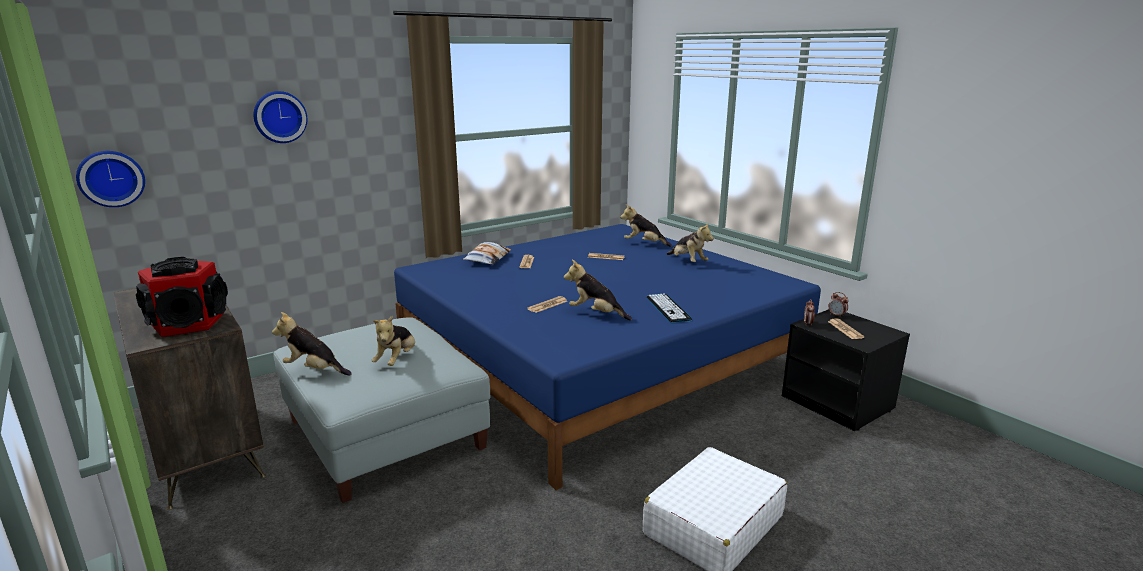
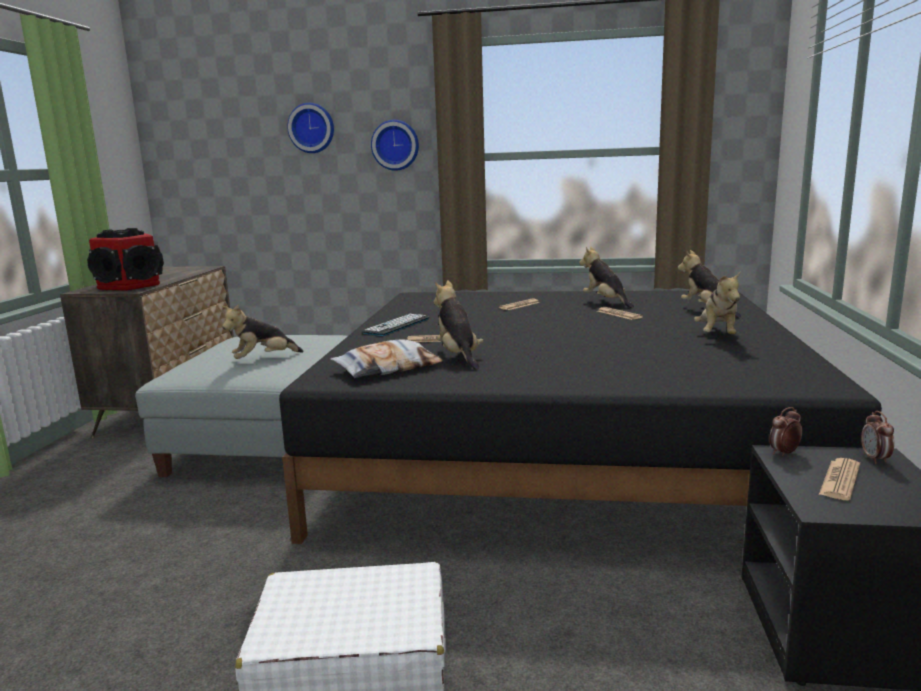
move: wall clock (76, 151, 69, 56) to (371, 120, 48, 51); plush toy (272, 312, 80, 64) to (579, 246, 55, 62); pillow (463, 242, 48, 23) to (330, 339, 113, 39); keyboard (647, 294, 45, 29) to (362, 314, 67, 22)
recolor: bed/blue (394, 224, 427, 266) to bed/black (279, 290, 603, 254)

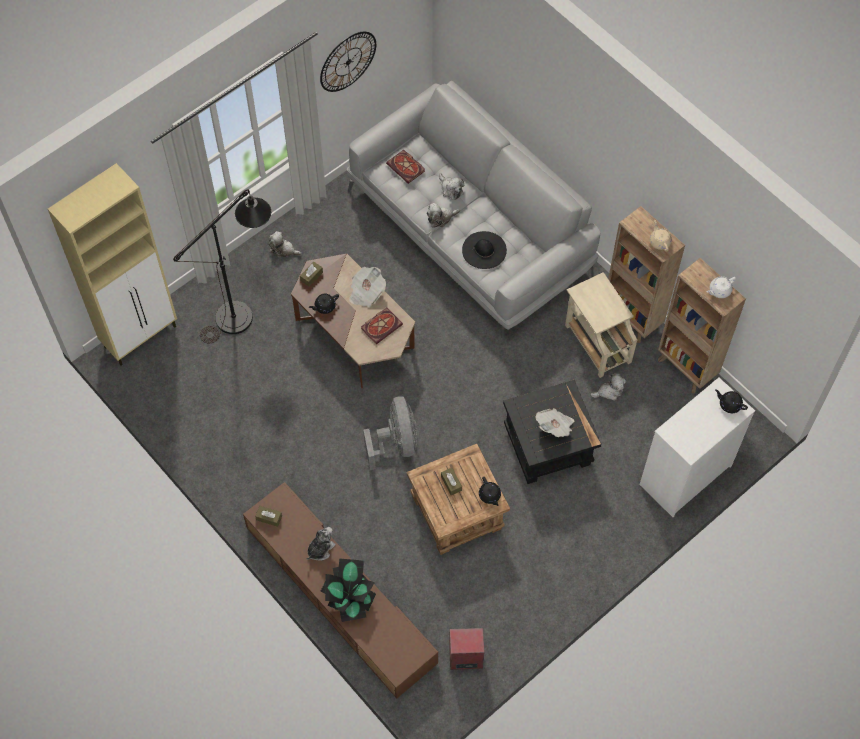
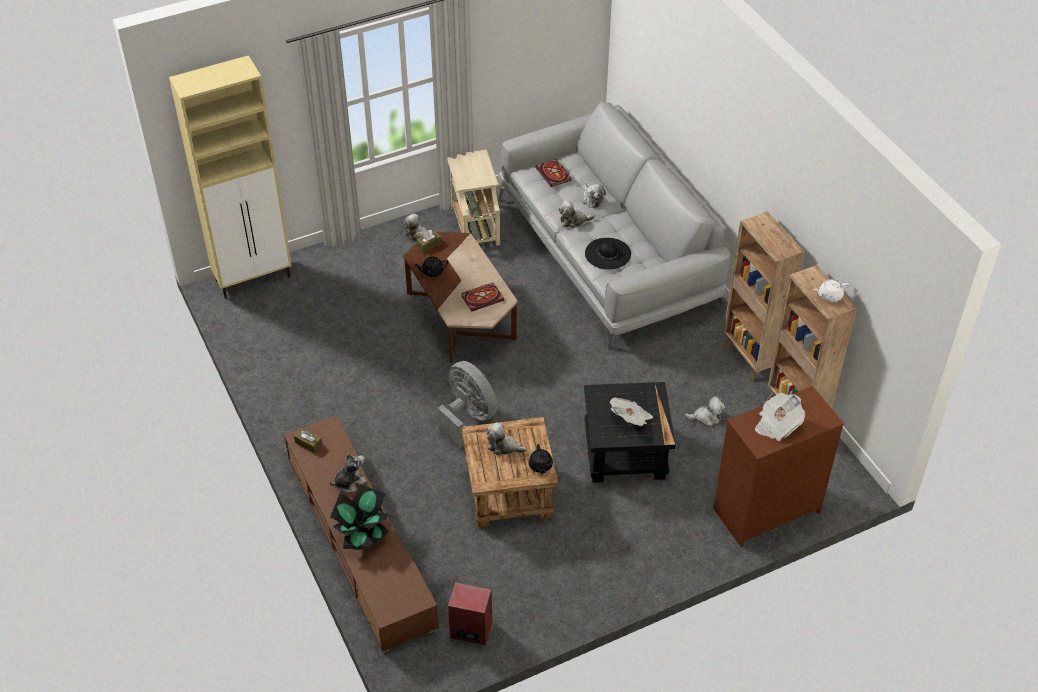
delete: floor lamp/black (173, 189, 98, 154); wall clock (320, 32, 56, 60); teapot/beige (650, 220, 22, 31); teapot/black (715, 389, 33, 24)
move: newspaper (349, 267, 37, 41) to (755, 393, 50, 48); side table/beige (565, 272, 72, 106) to (447, 149, 53, 97)
replace: tissue box/brown (441, 468, 21, 27) to plush toy (487, 422, 40, 33)
recolor: dresser/white (639, 377, 116, 140) to dresser/brown (713, 386, 131, 161)
rotate: fan/grey (363, 396, 54, 74) = (438, 361, 59, 88) 45 degrees counterclockwise

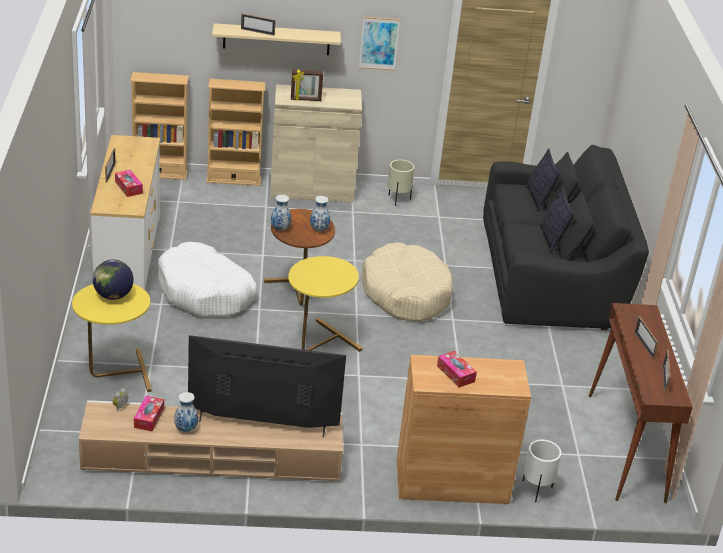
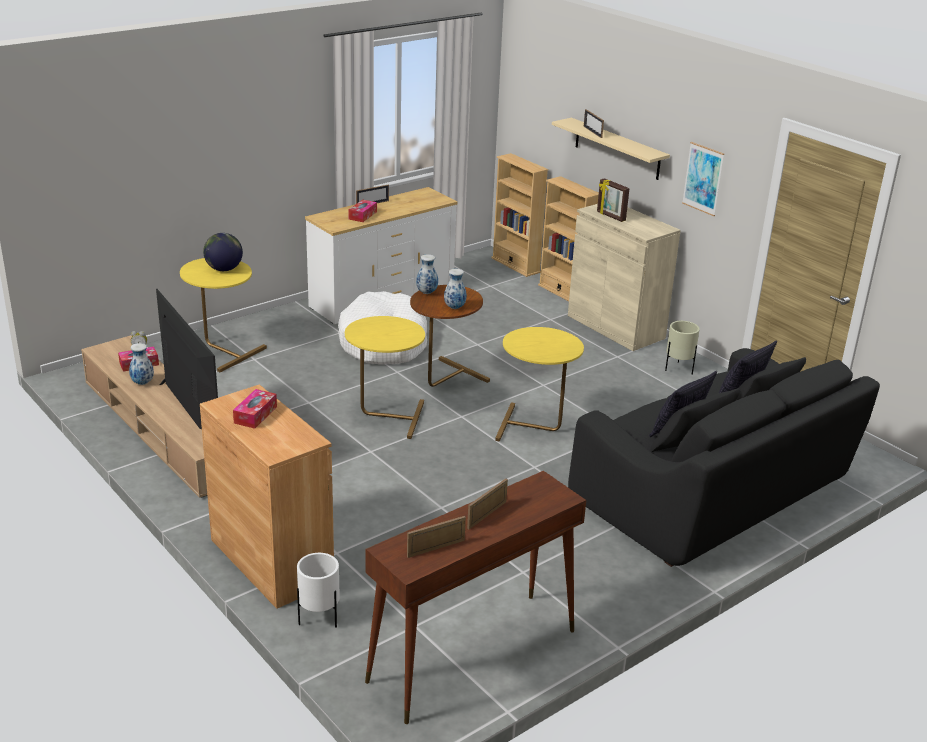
replace: dog bed/beige (362, 242, 91, 80) to side table/yellow (495, 327, 89, 115)

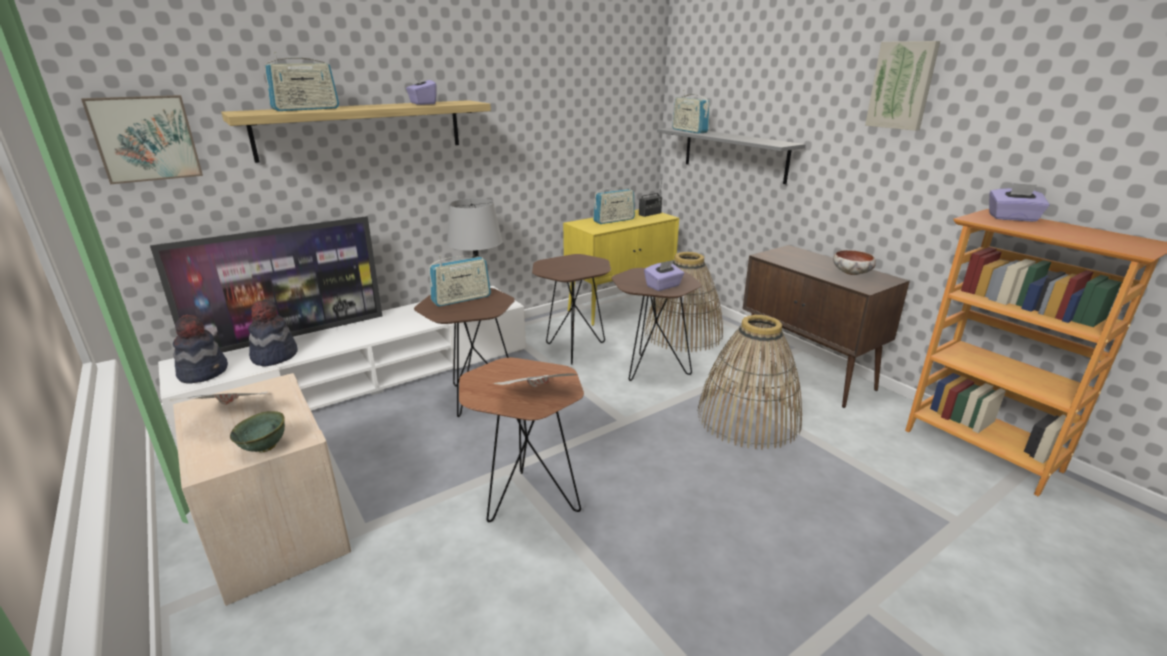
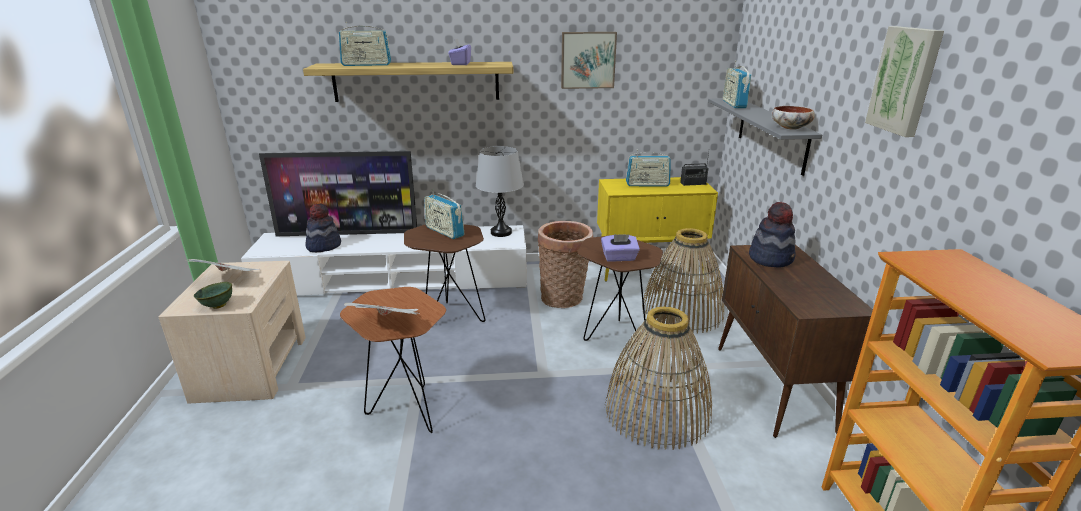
delete: tissue box/purple (989, 183, 61, 39)
move: picture (81, 95, 122, 89) to (561, 32, 56, 57); hat (173, 315, 55, 69) to (749, 202, 47, 65); bowl (833, 250, 43, 25) to (772, 106, 43, 24)
replace: side table/brown (532, 254, 79, 111) to basket (538, 221, 55, 87)
rotate: radio (429, 255, 62, 52) = (424, 189, 40, 50) 45 degrees clockwise

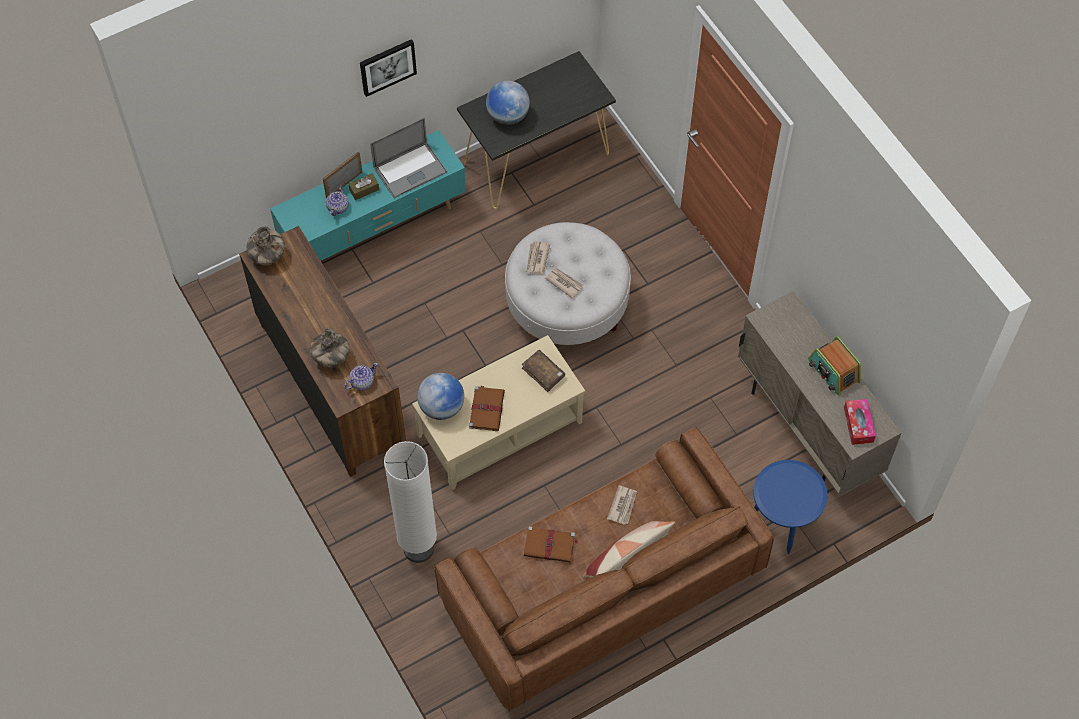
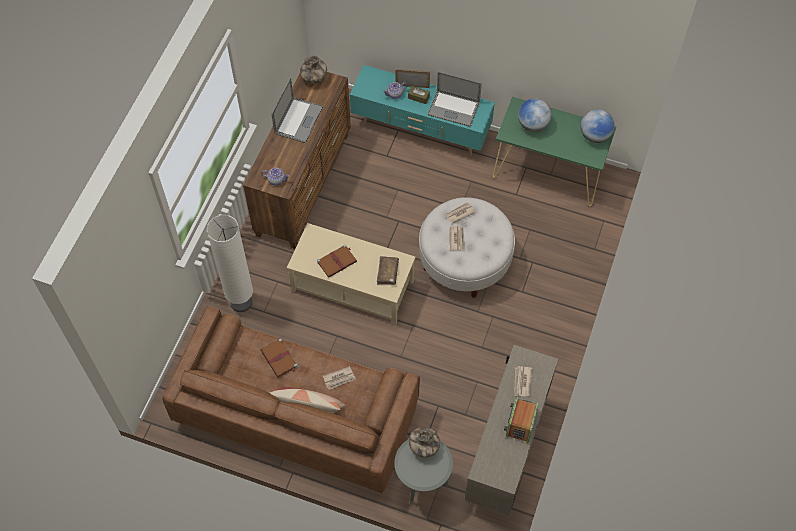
delete: picture (360, 39, 57, 58); tissue box (844, 399, 32, 46)
insert: laptop (271, 78, 52, 65); newspaper (514, 366, 18, 31)
move: vase (310, 327, 40, 41) to (409, 427, 31, 31); globe (417, 373, 47, 47) to (580, 109, 35, 34)
recolor: console table/black (457, 51, 159, 158) to console table/green (493, 97, 124, 110); side table/blue (753, 460, 74, 94) to side table/grey (394, 439, 59, 64)

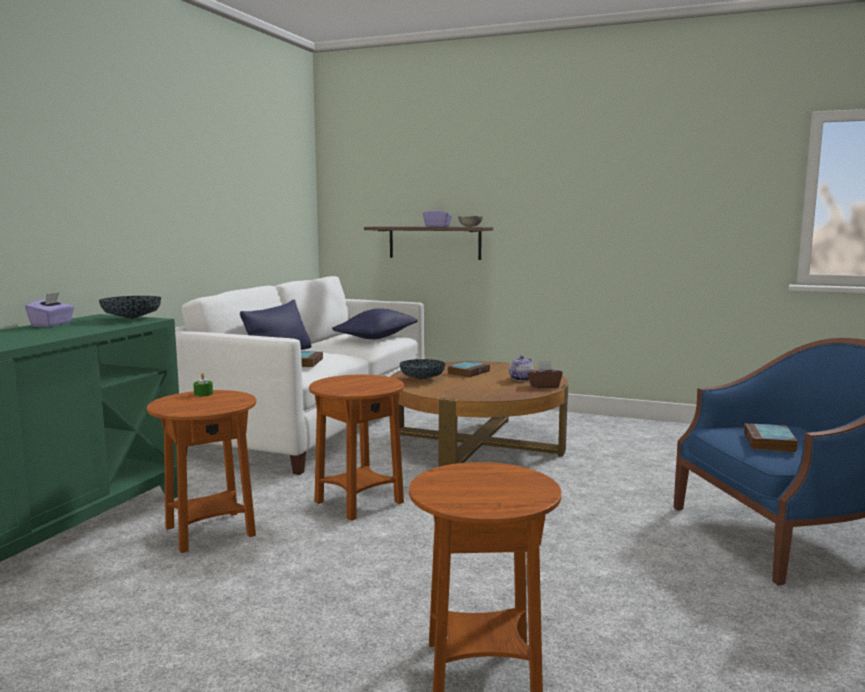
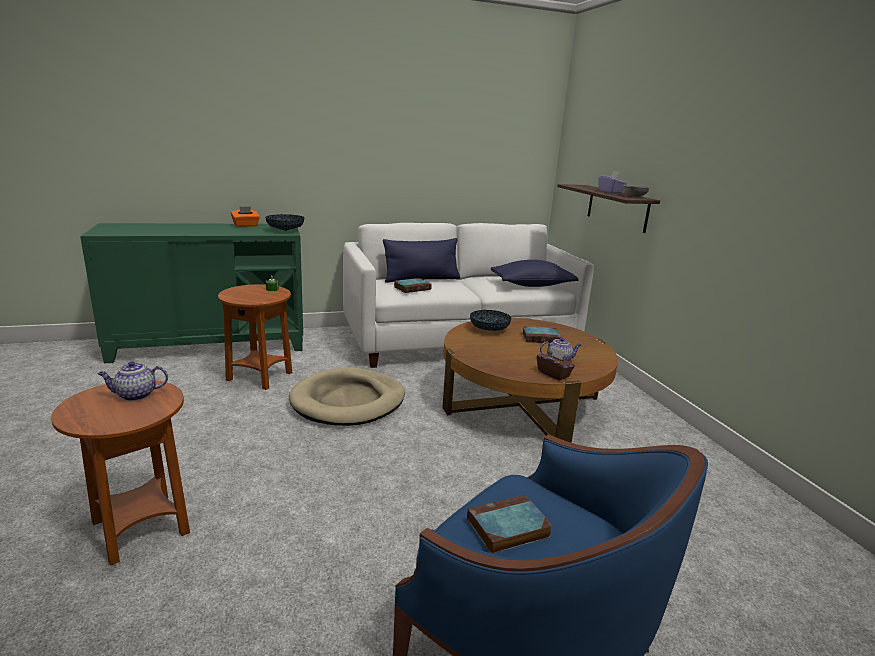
insert: teapot (98, 361, 70, 40)
replace: side table/brown (309, 375, 95, 146) to dog bed/beige (289, 367, 116, 59)
recolor: tissue box/purple (25, 292, 50, 35) to tissue box/orange (231, 207, 29, 20)

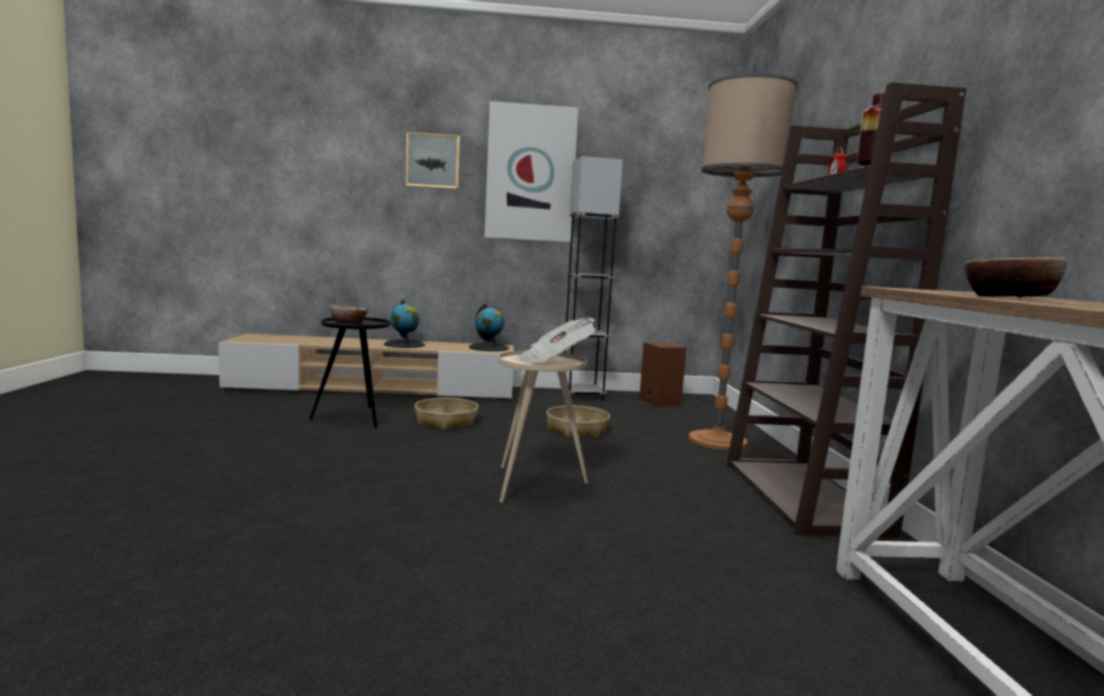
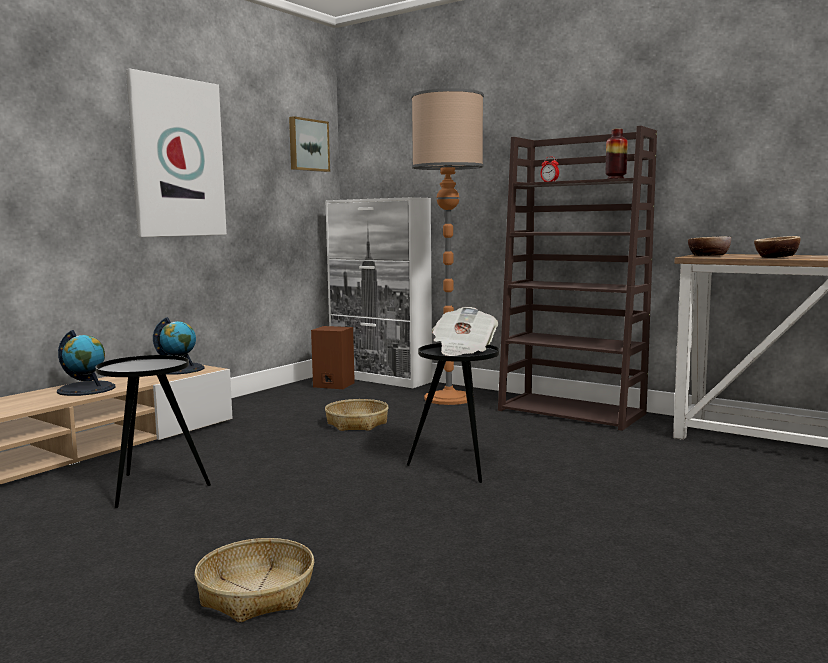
delete: floor lamp/grey (560, 156, 63, 244)
insert: cabinet/white (325, 197, 107, 191)
move: bowl (330, 305, 38, 19) to (688, 237, 43, 19); picture (406, 132, 54, 57) to (289, 116, 41, 56); basket (414, 397, 65, 33) to (194, 538, 120, 85)
recolor: side table/beige (498, 351, 90, 152) to side table/black (407, 343, 93, 140)

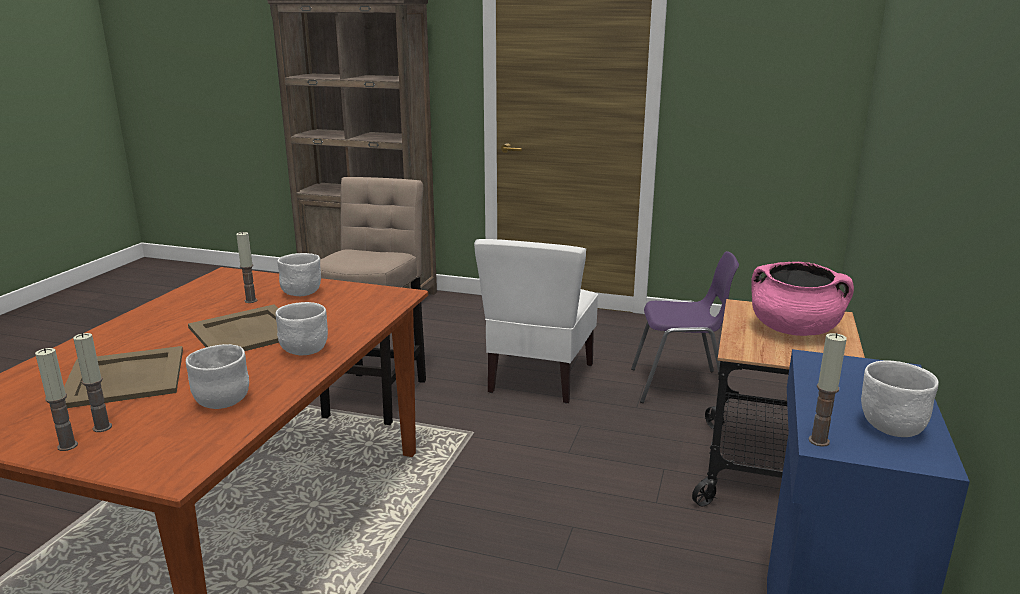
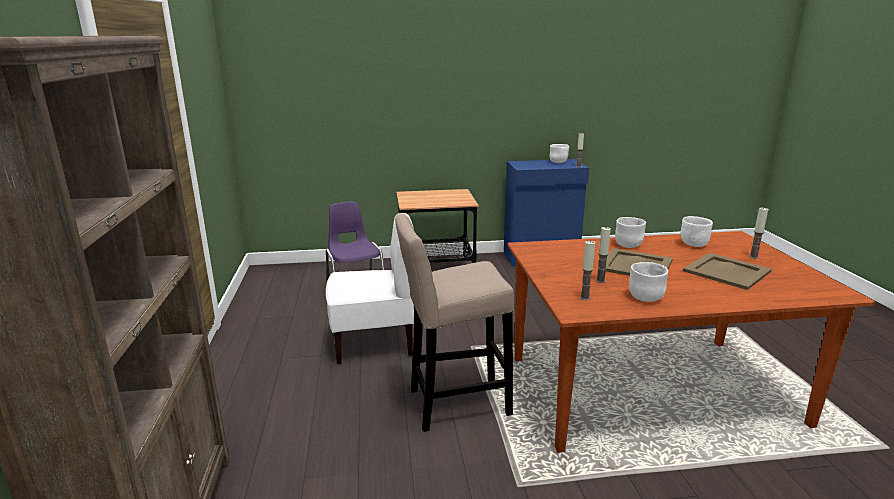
delete: cooking pot/pink (751, 262, 103, 74)
move: candle (35, 348, 43, 103) to (580, 240, 15, 60); bowl/white (277, 253, 44, 43) to (629, 262, 39, 40)

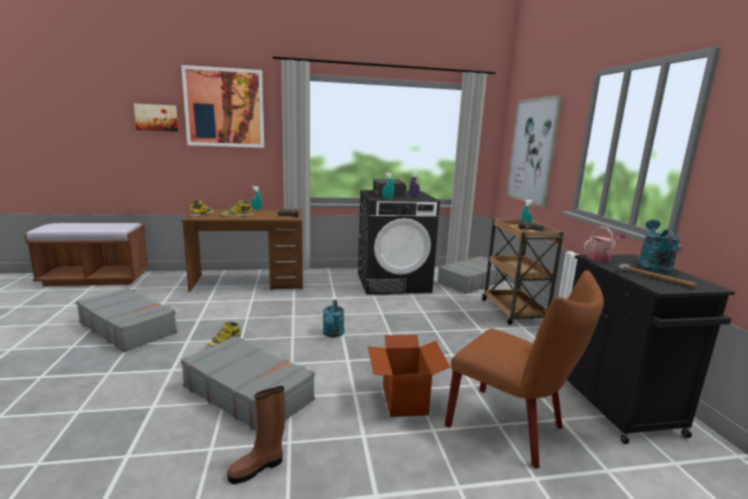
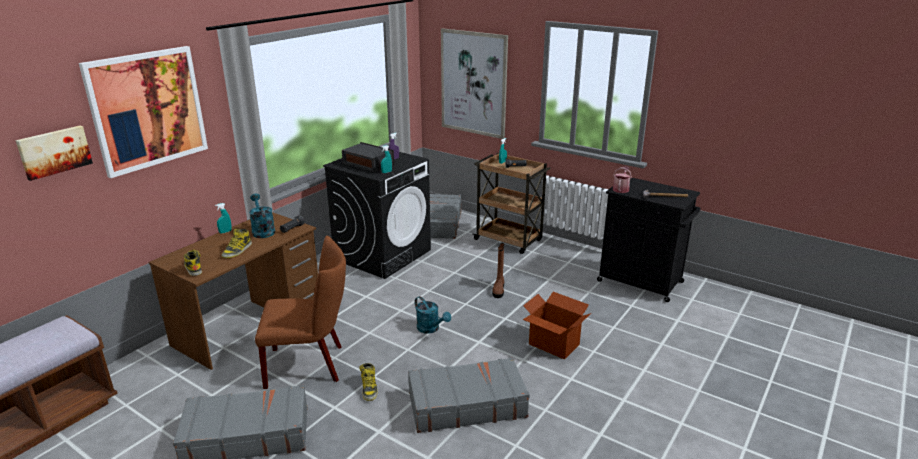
move: boot/brown (227, 386, 58, 98) to (492, 243, 12, 55); chair/brown (445, 270, 159, 199) to (255, 236, 91, 153); watering can/turquoise (637, 219, 44, 55) to (249, 194, 26, 44)

